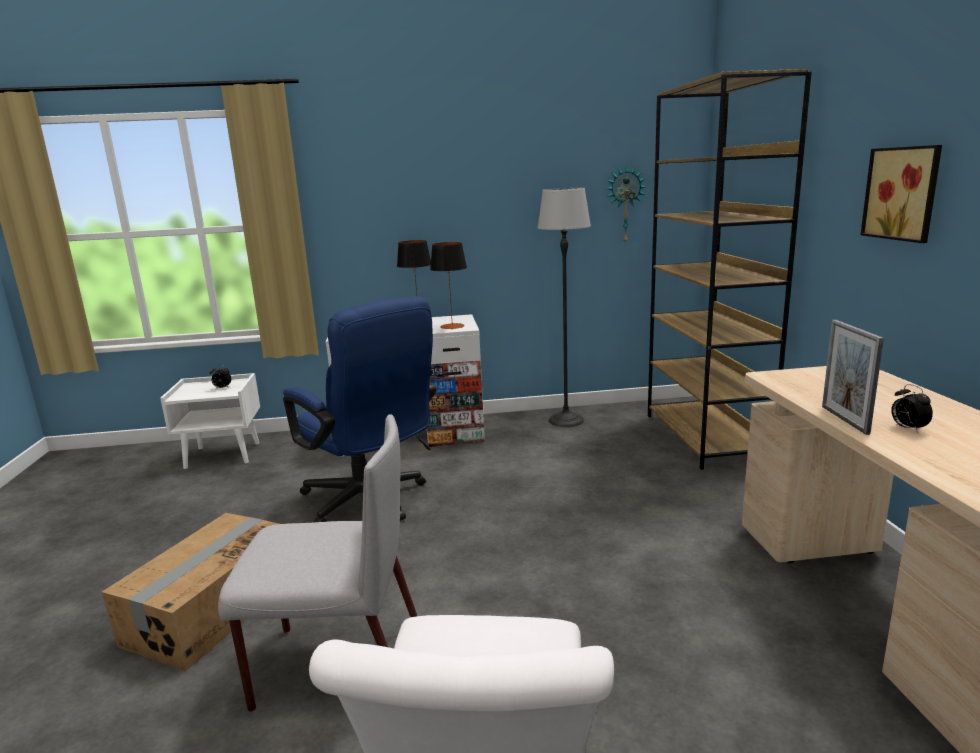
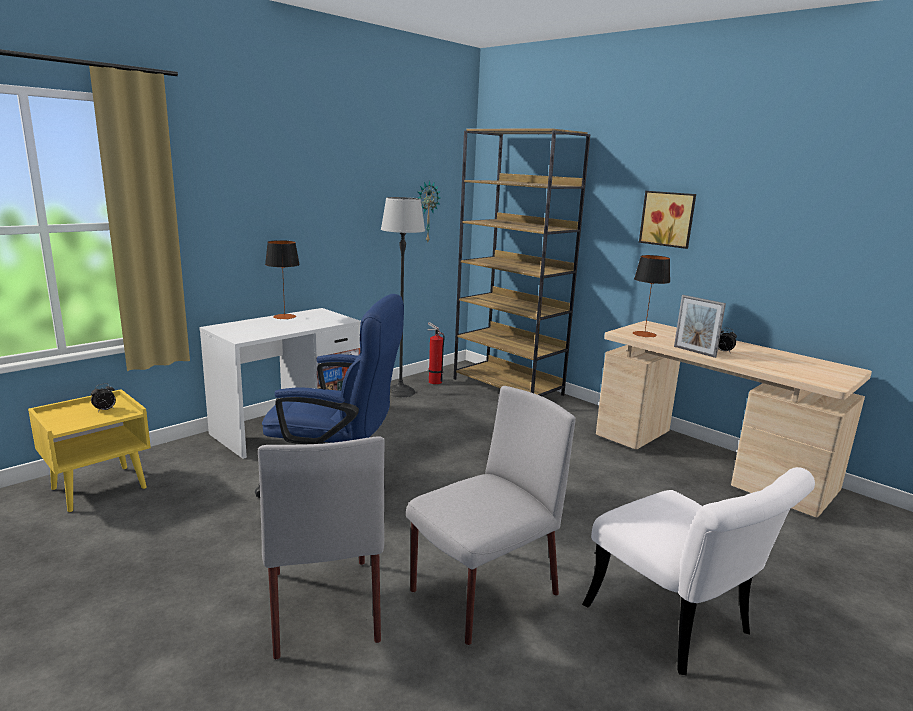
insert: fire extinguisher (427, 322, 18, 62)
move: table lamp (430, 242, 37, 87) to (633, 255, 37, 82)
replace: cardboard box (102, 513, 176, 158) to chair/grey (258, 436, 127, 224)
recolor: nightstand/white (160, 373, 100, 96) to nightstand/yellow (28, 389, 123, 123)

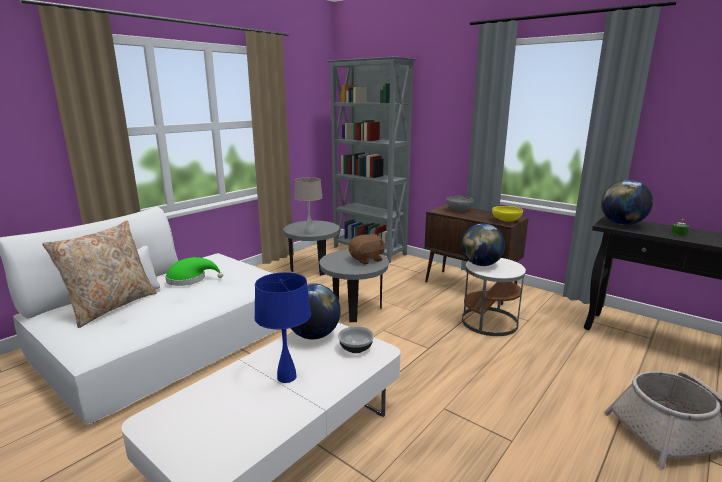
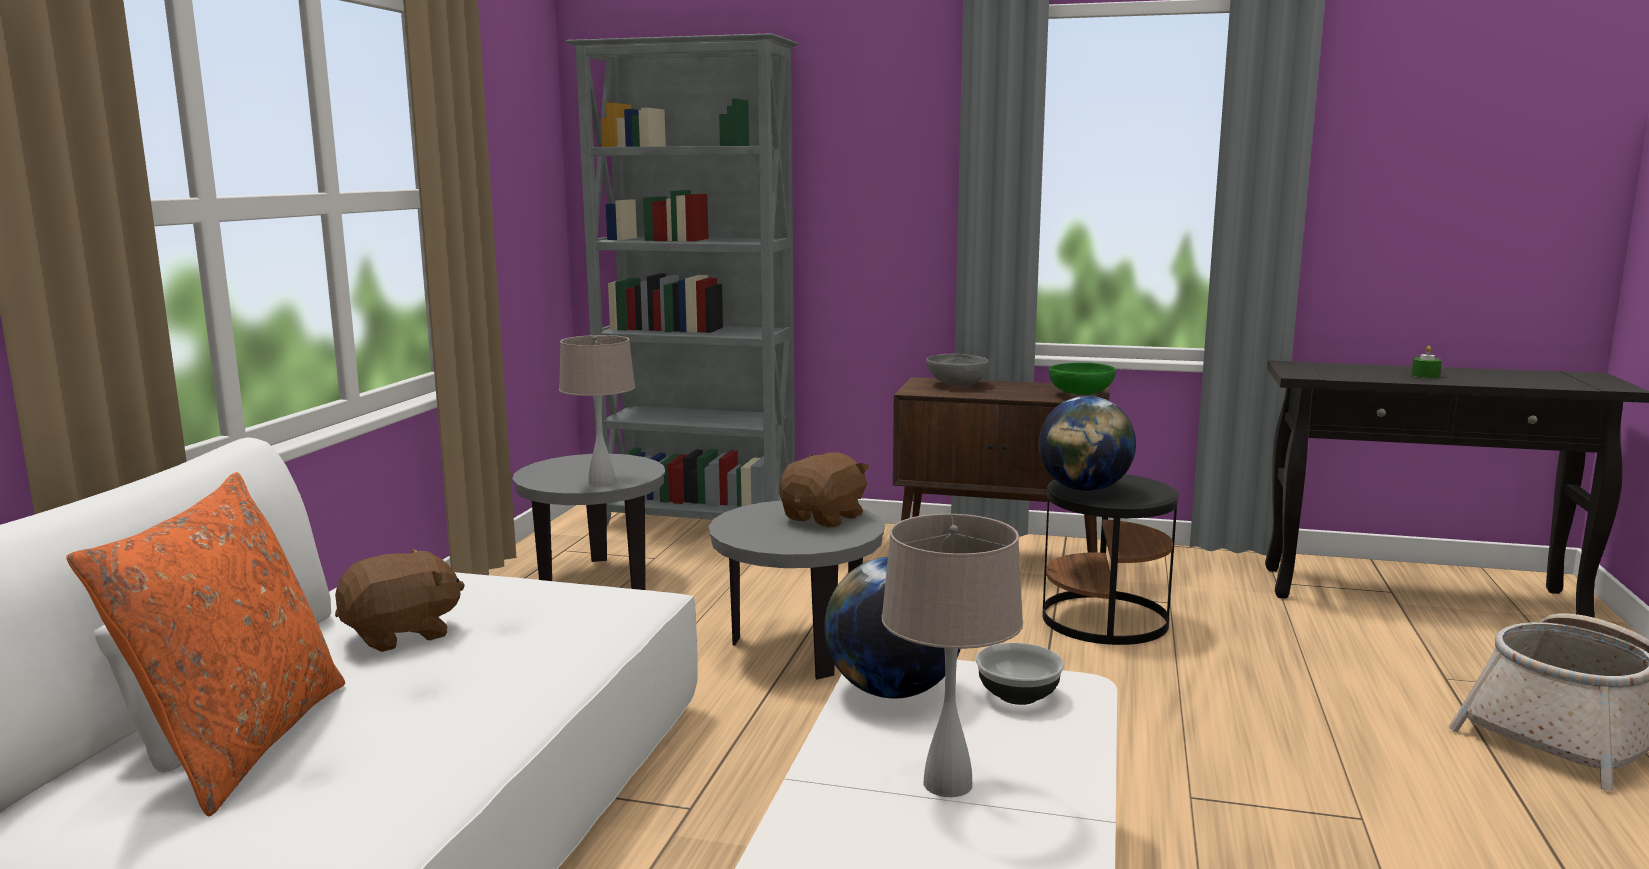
delete: globe (601, 180, 52, 45)
replace: hat/green (165, 257, 58, 29) to plush toy/brown (335, 549, 130, 103)
recolor: pillow/beige (42, 220, 115, 108) to pillow/orange (67, 472, 278, 344); table lamp/blue (254, 272, 57, 111) to table lamp/beige (882, 514, 141, 283); side table/white (462, 258, 64, 78) to side table/black (1042, 474, 137, 171); bowl/yellow (492, 206, 31, 16) to bowl/green (1049, 363, 67, 32)

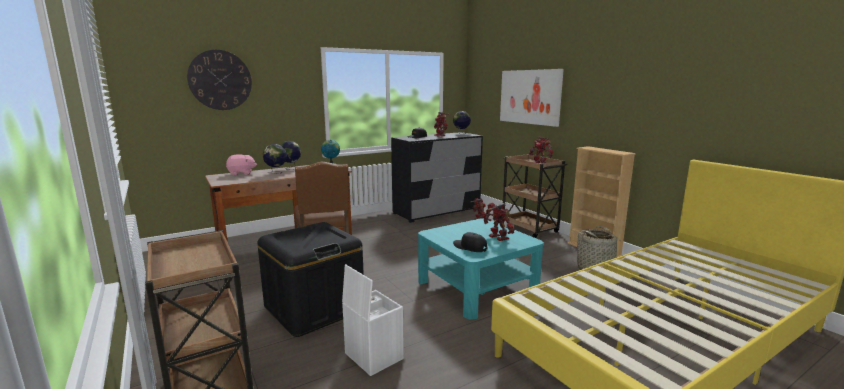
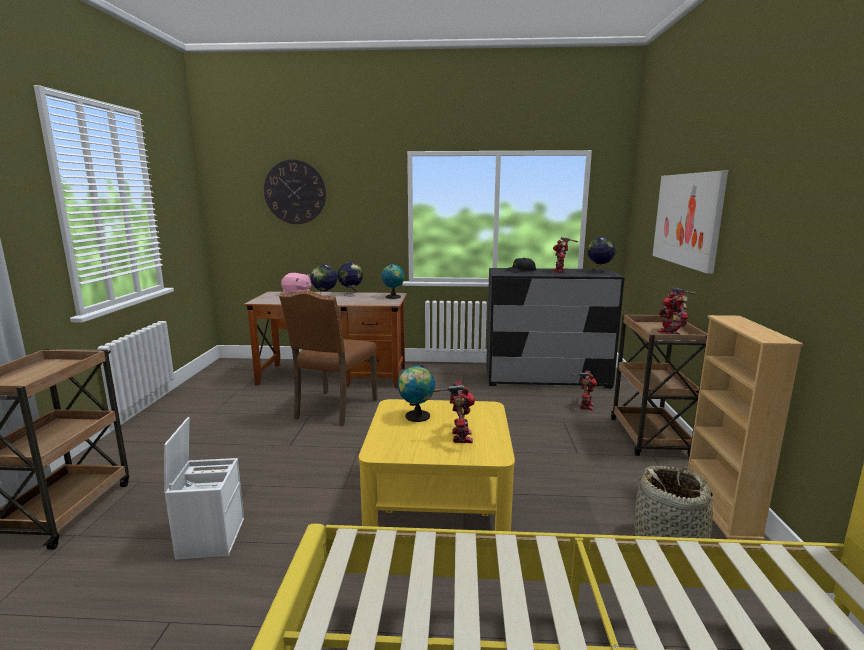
delete: storage box/black (257, 222, 107, 115); cap/black (453, 232, 34, 20)
insert: globe (398, 365, 37, 57)
recolor: coffee table/turquoise (418, 218, 126, 102) to coffee table/yellow (359, 399, 156, 132)

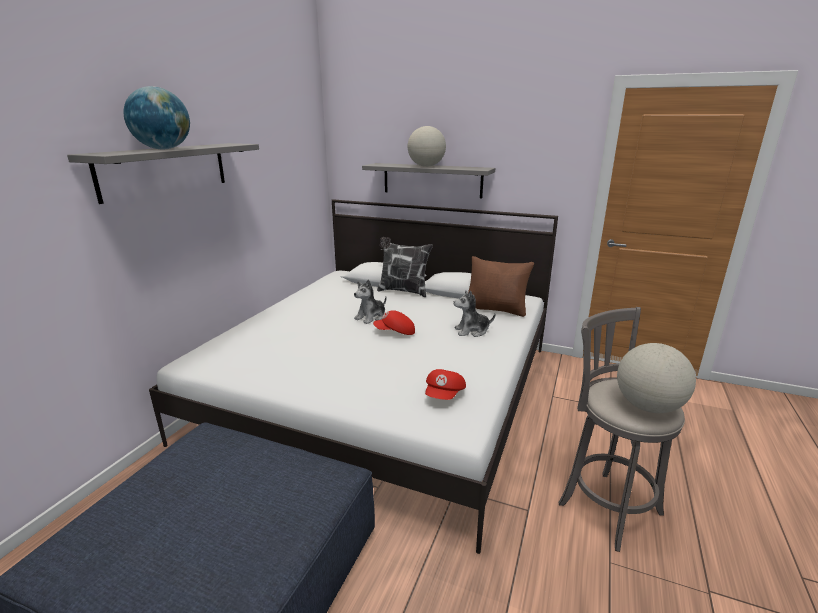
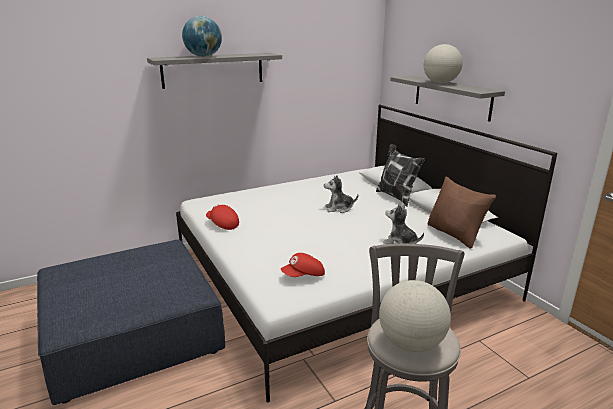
move: cap/red (373, 310, 42, 25) to (206, 205, 33, 25)

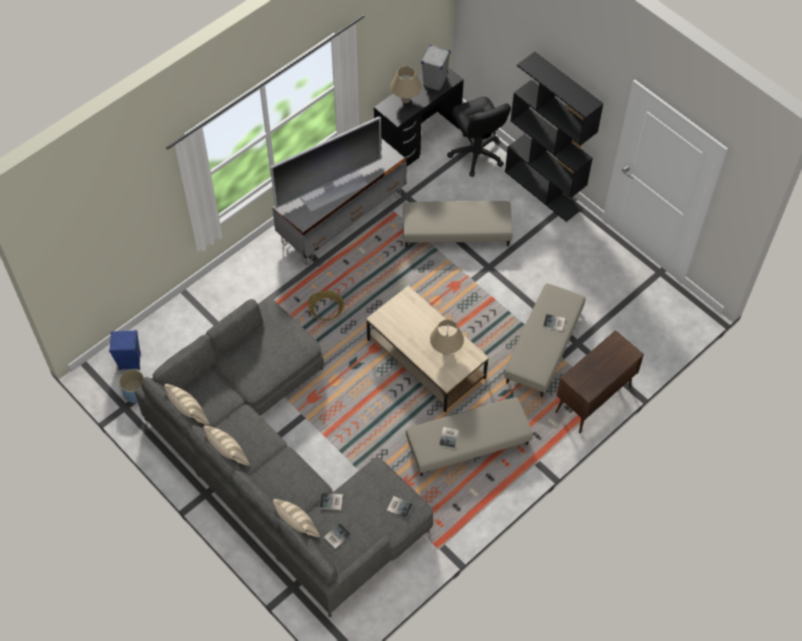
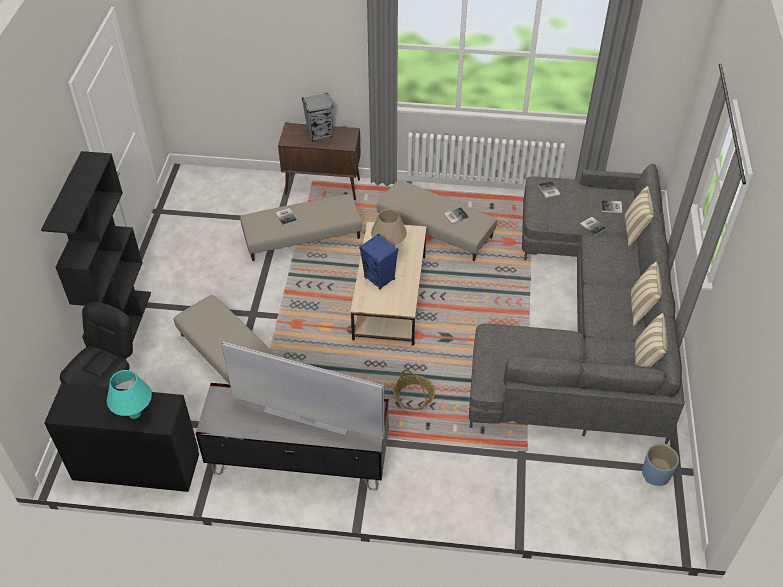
move: speaker/blue (109, 330, 32, 40) to (359, 234, 39, 55); speaker/grey (421, 45, 30, 47) to (302, 93, 31, 49)
recolor: table lamp/beige (390, 66, 32, 37) to table lamp/turquoise (107, 370, 45, 49)

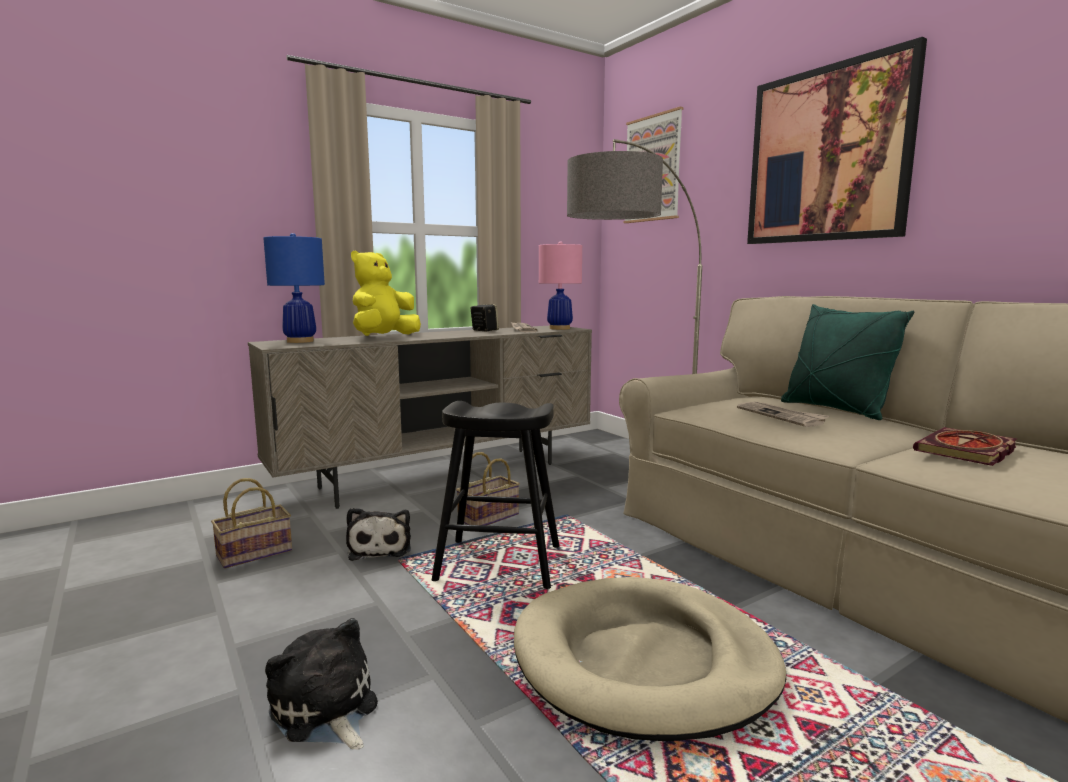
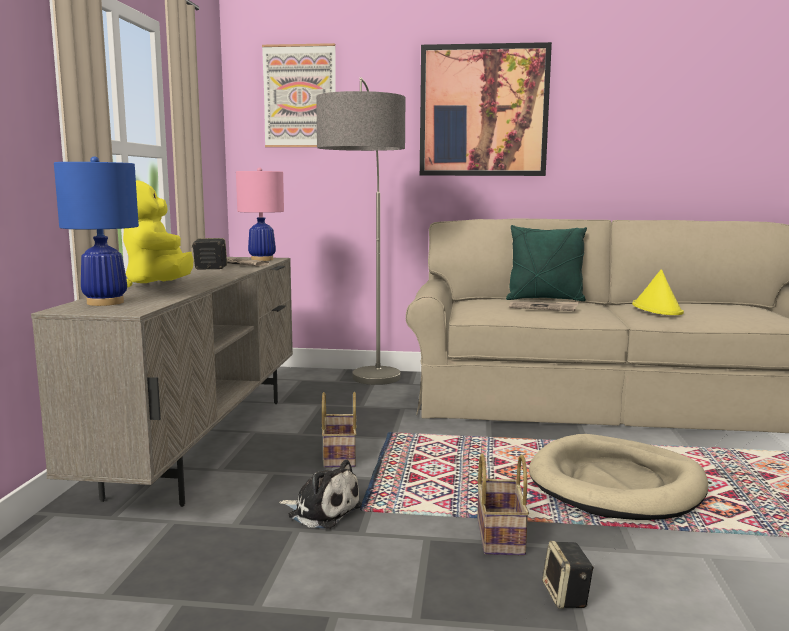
delete: stool/black (432, 401, 128, 188)
move: basket (211, 478, 81, 91) to (477, 454, 52, 101)
replace: plush toy (265, 618, 113, 132) to speaker (542, 541, 52, 68); book (913, 427, 104, 39) to hat/yellow (632, 269, 52, 46)

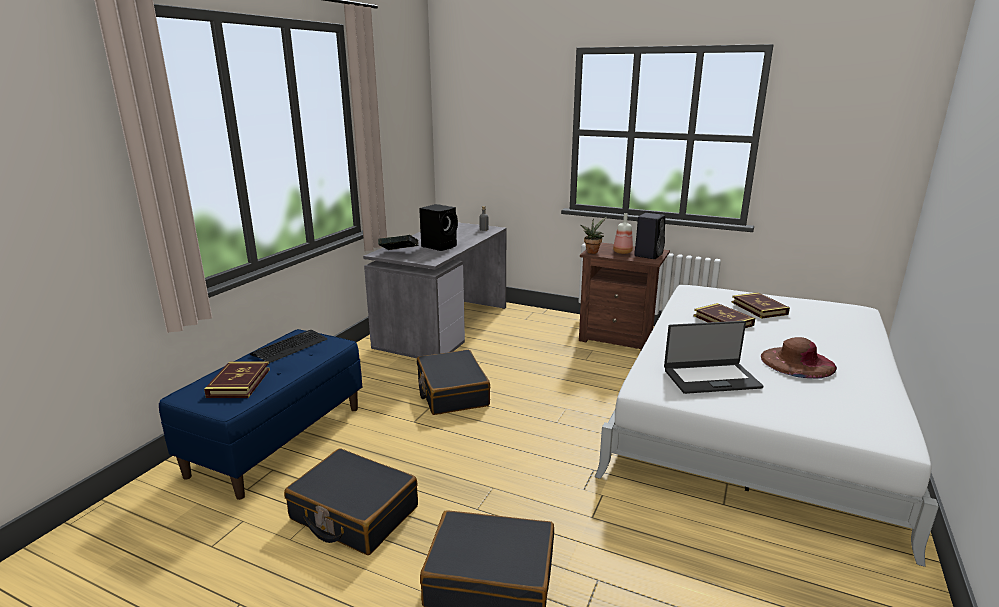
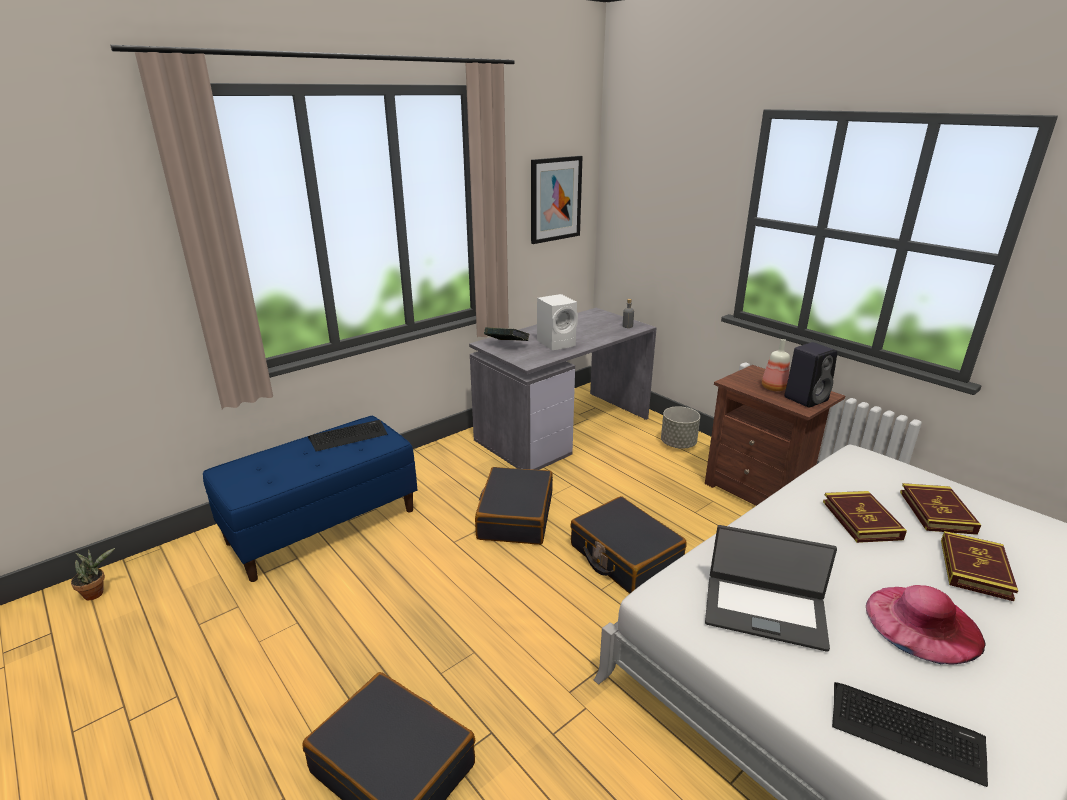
insert: picture (531, 156, 52, 88); planter/grey (661, 406, 39, 43); keyboard (832, 682, 156, 105)
move: book (204, 361, 66, 37) to (941, 531, 77, 70); suitcase/black (284, 448, 134, 107) to (570, 496, 117, 98); potted plant (580, 217, 26, 37) to (71, 548, 44, 52)
recolor: speaker/black (419, 204, 39, 47) to speaker/white (537, 294, 41, 56); hat/brown (761, 337, 76, 41) to hat/pink (866, 585, 120, 79)

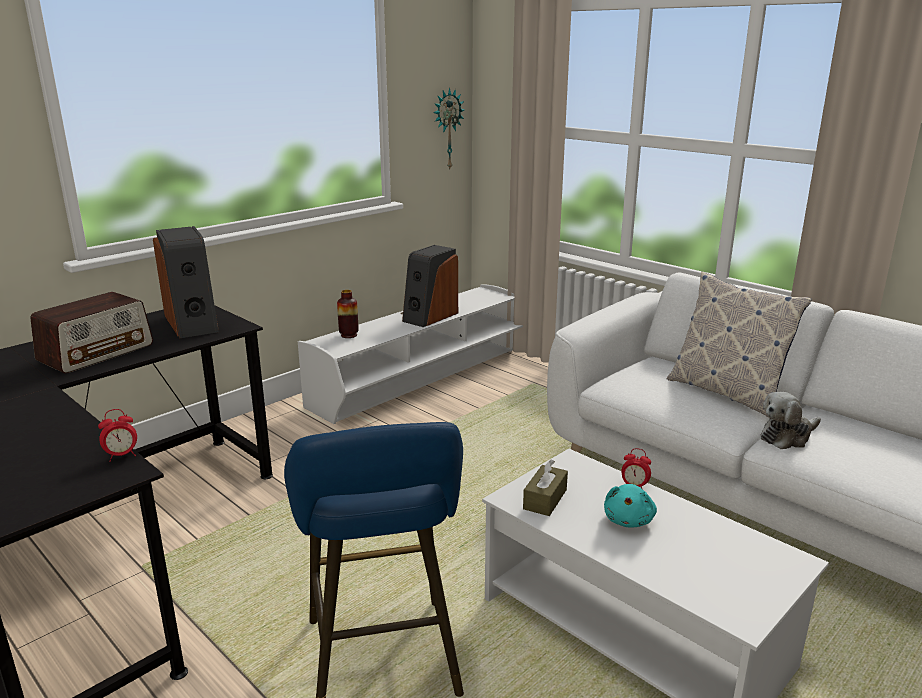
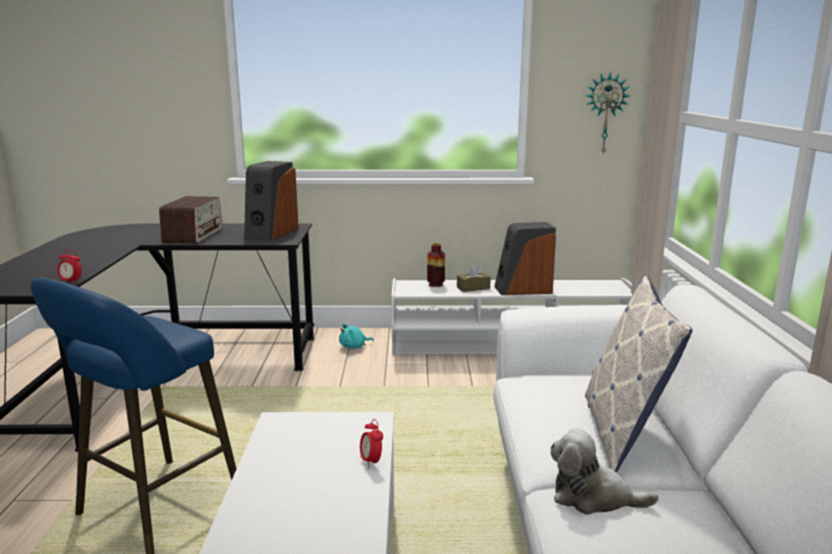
move: tissue box/brown (523, 459, 45, 57) to (457, 264, 34, 28); plush toy/turquoise (604, 484, 53, 43) to (339, 324, 35, 25)
rotate: radio (31, 292, 122, 81) = (159, 196, 64, 48) 75 degrees counterclockwise

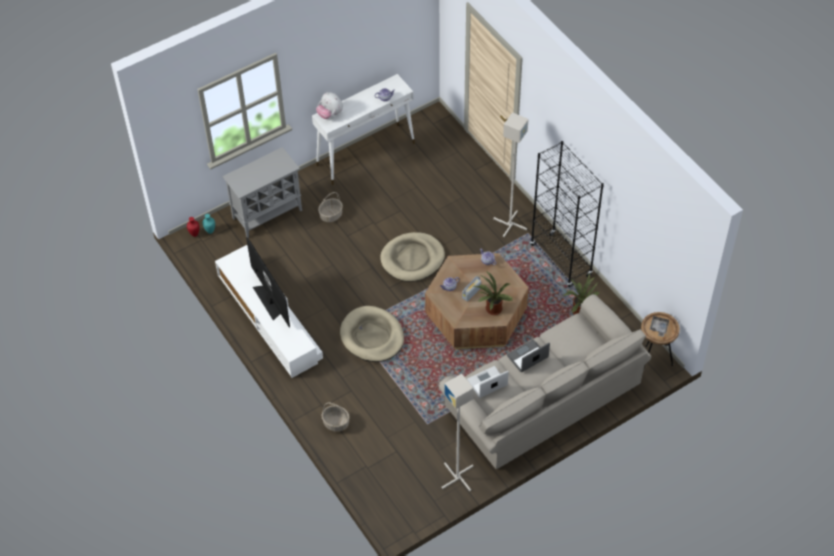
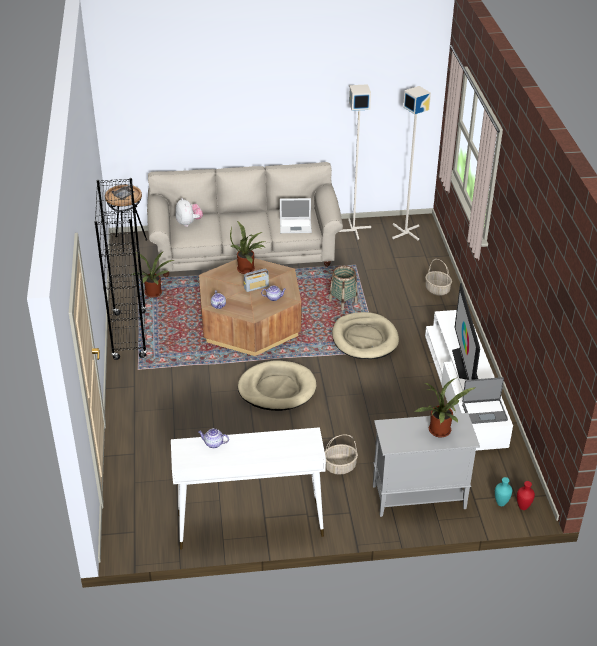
insert: basket (329, 265, 29, 45); potted plant (415, 377, 62, 61)
move: plush toy (316, 92, 27, 27) to (175, 198, 28, 29); floor lamp/grey (493, 112, 36, 125) to (392, 86, 39, 154); laptop (507, 339, 43, 33) to (462, 377, 46, 47)

